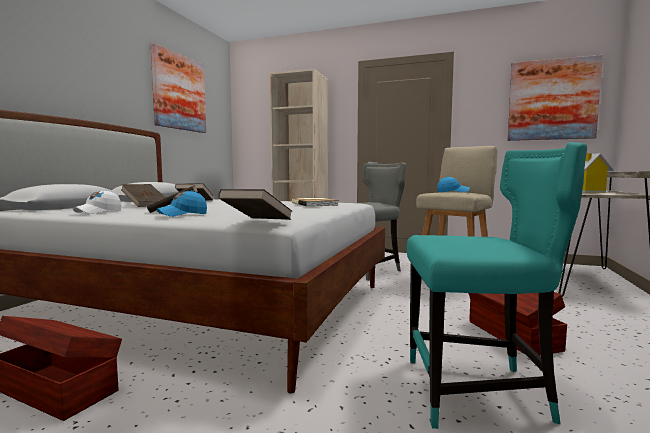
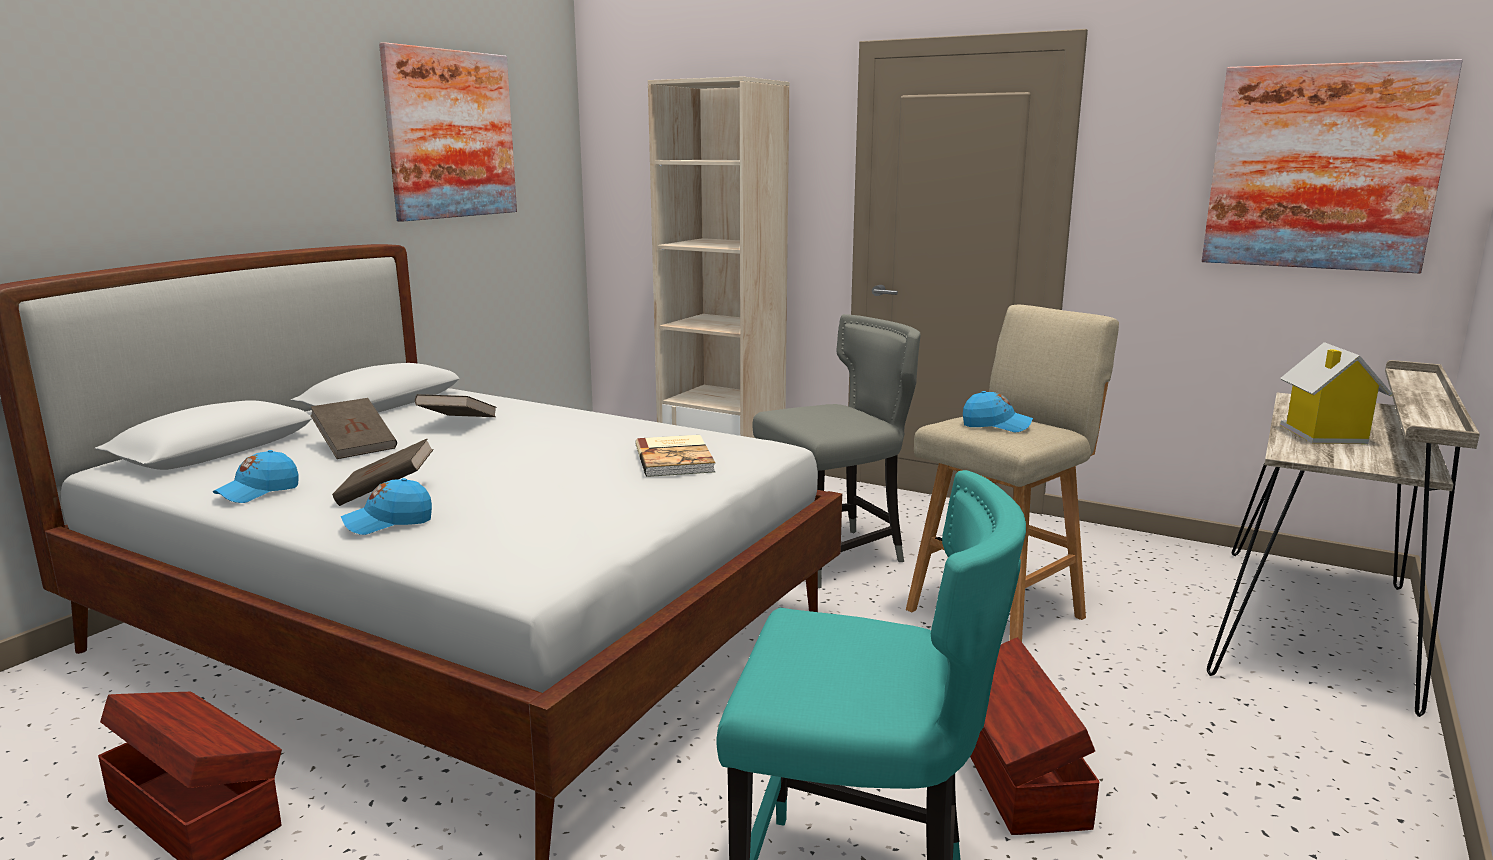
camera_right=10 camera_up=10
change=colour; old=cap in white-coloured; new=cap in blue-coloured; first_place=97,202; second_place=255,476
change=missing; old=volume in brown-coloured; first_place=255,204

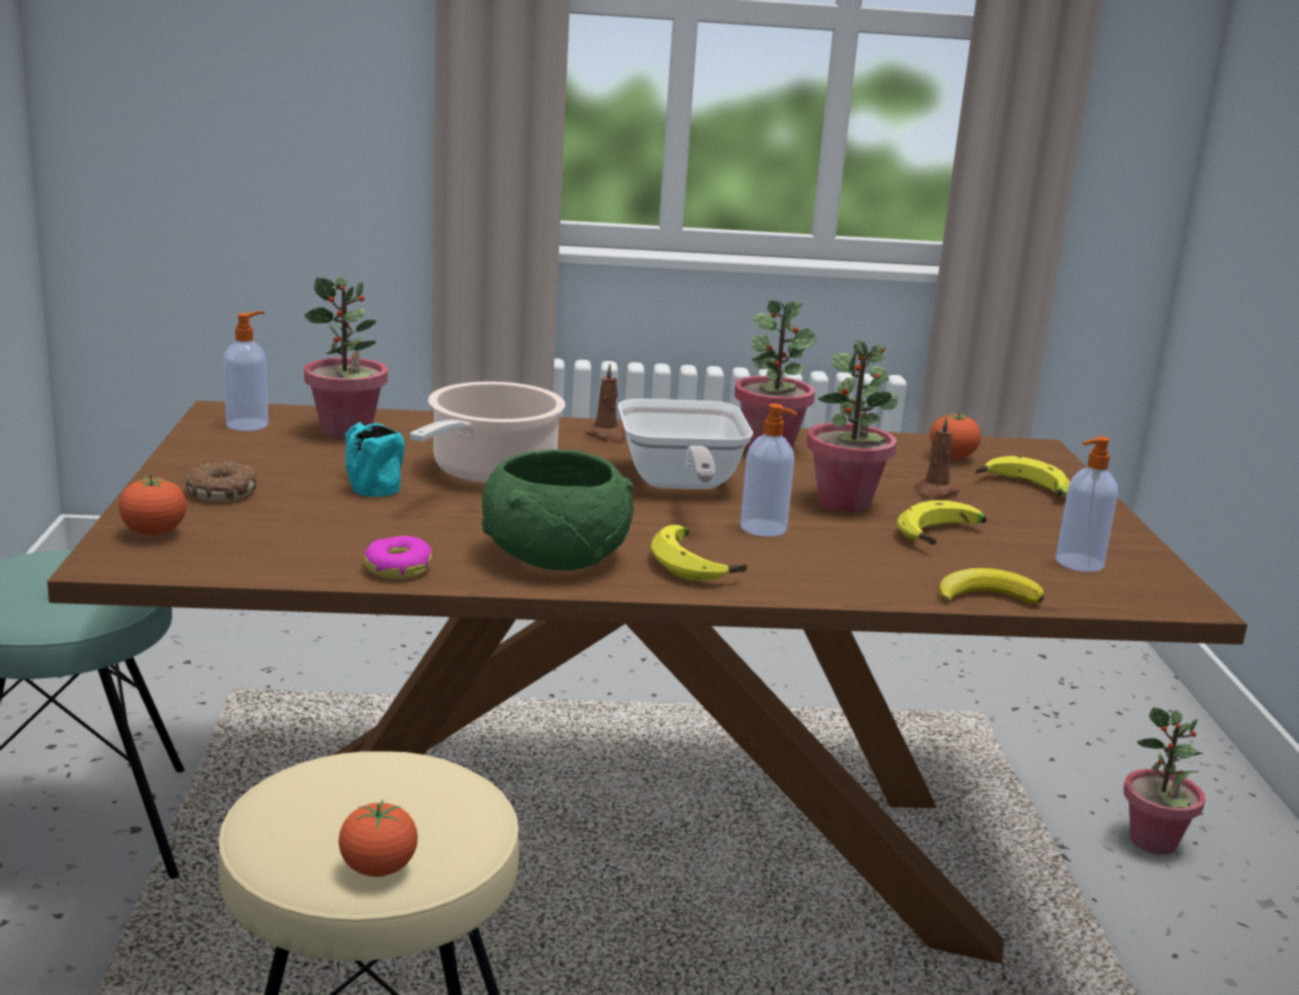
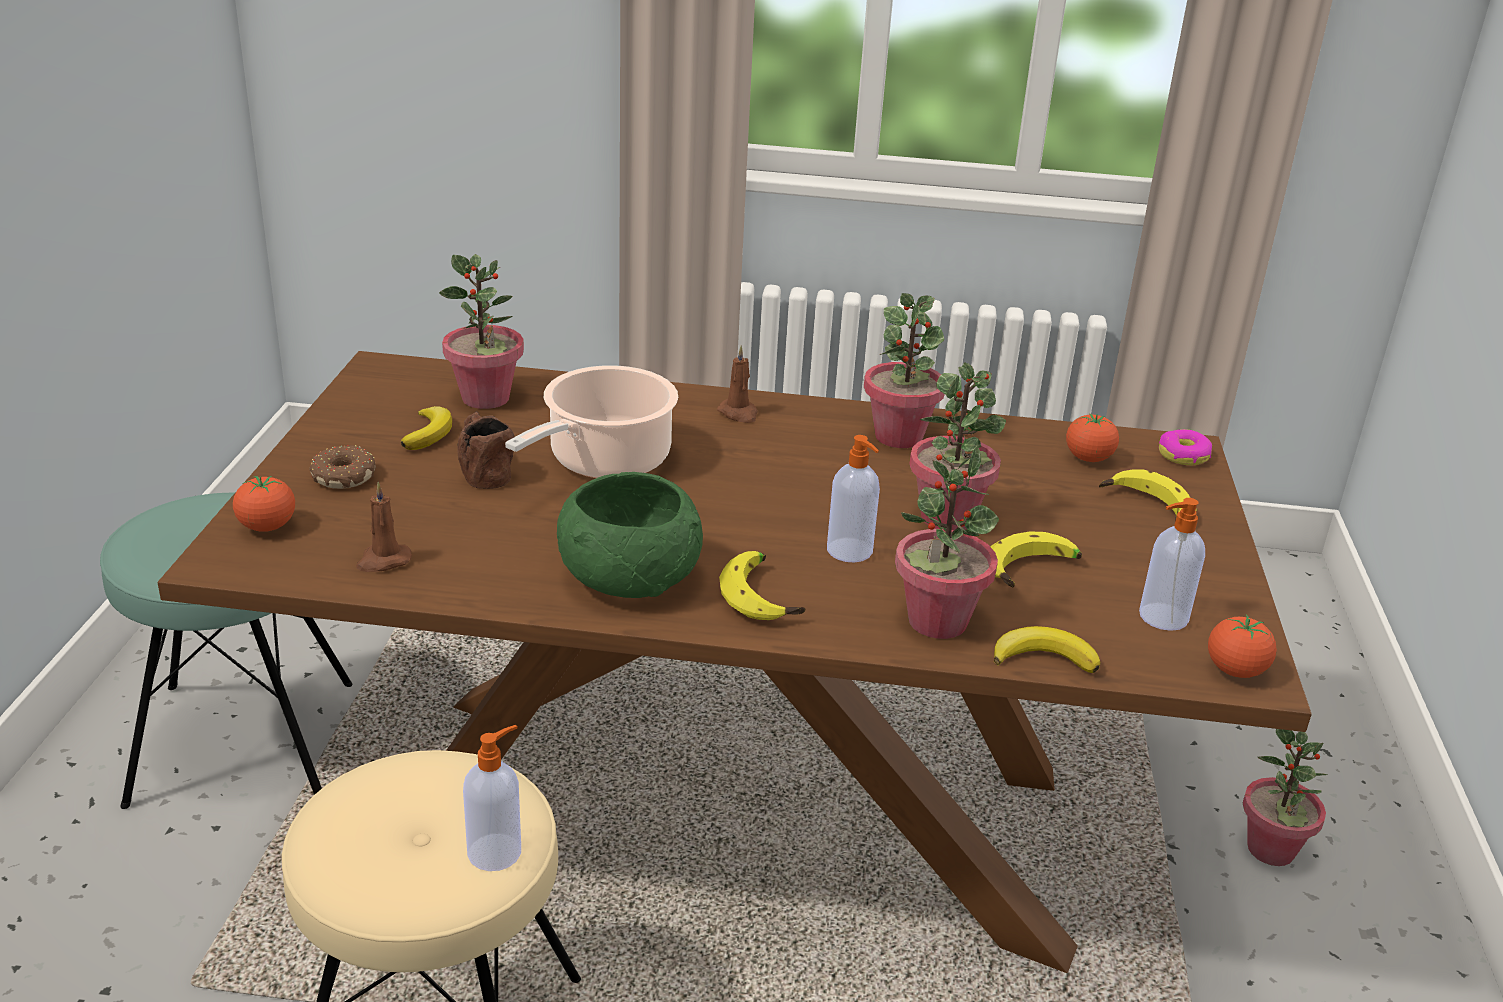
camera_right=10 camera_up=10
change=relocated; old=liquid soap bottle; first_place=246,371; second_place=492,798
change=relocated; old=whole tomato; first_place=378,838; second_place=1242,646
change=colour; old=mug in turquoise; new=mug in brown-coloured; first_place=375,459; second_place=486,450
change=relocated; old=donut; first_place=398,557; second_place=1185,447
change=missing; old=skillet; first_place=685,444
change=relocated; old=wax candle in brown-coloured; first_place=936,457; second_place=384,527
change=appeared; new=banana fruit; second_place=426,428
change=appeared; new=houseplant; second_place=947,542

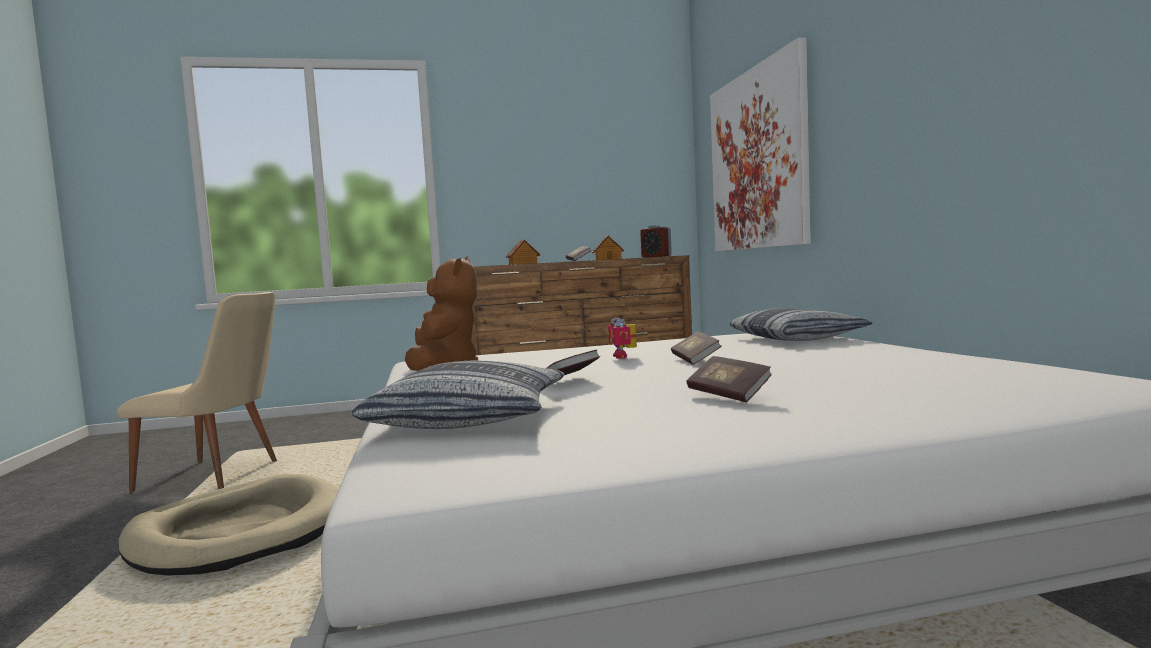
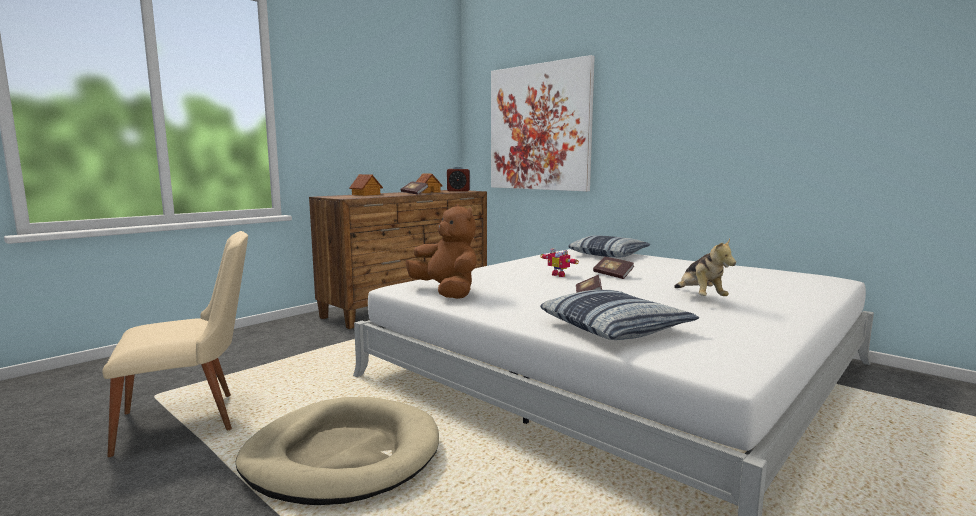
camera_right=-35 camera_up=5
change=exchanged; old=volume; new=cuddly toy; first_place=729,379; second_place=705,267

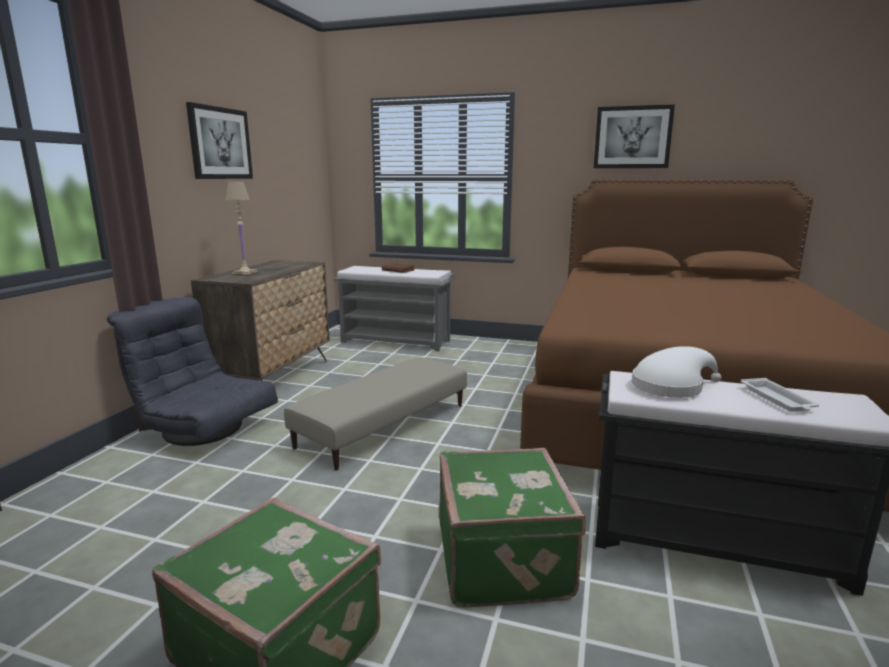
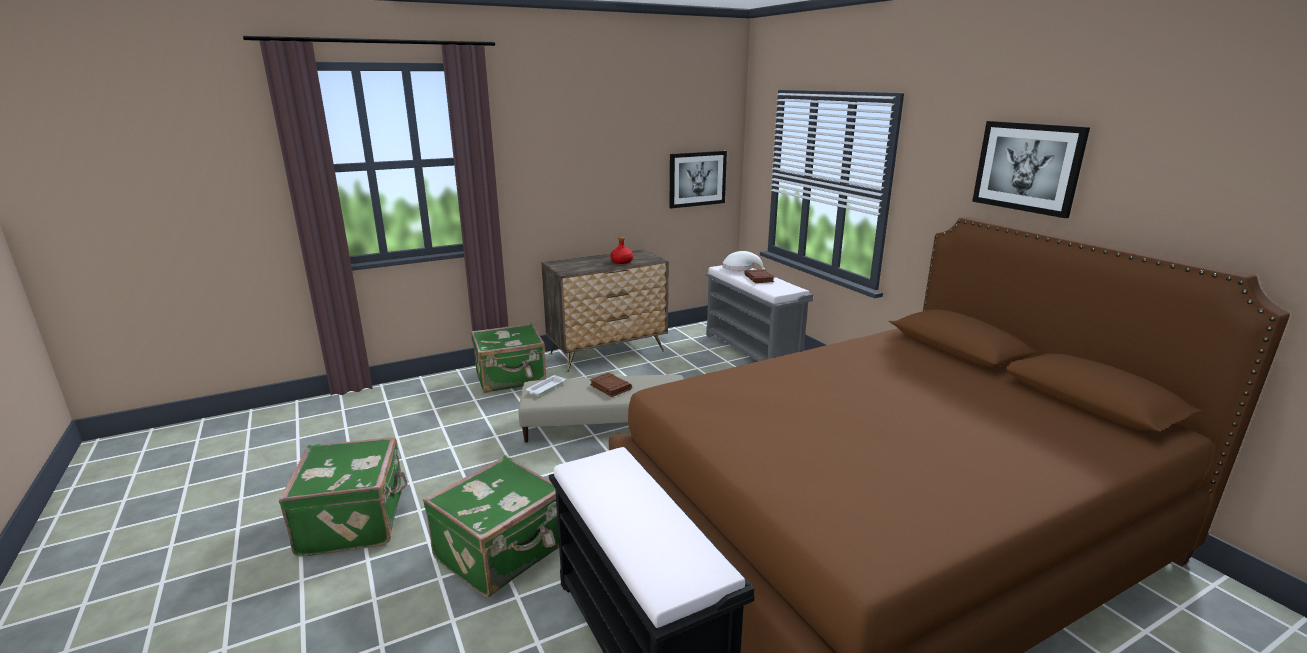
camera_right=45 camera_up=5
change=exchanged; old=armchair in grey; new=piece of luggage in green-coloured; first_place=192,371; second_place=508,358
change=relocated; old=wall art; first_place=219,140; second_place=698,179
change=missing; old=table lamp in beige; first_place=241,229
change=relocated; old=hat in white-coloured; first_place=677,371; second_place=744,261
change=relocated; old=carrying tray in white-coloured; first_place=780,395; second_place=546,385
change=appeared; new=volume in brown-coloured; second_place=611,385
change=appeared; new=drink bottle in red-coloured; second_place=621,250

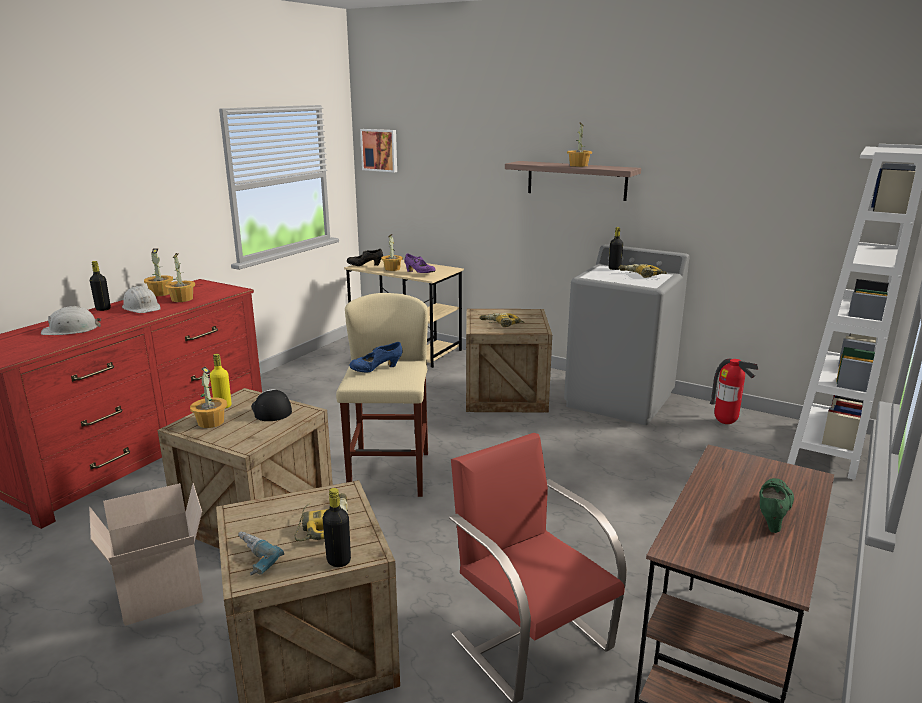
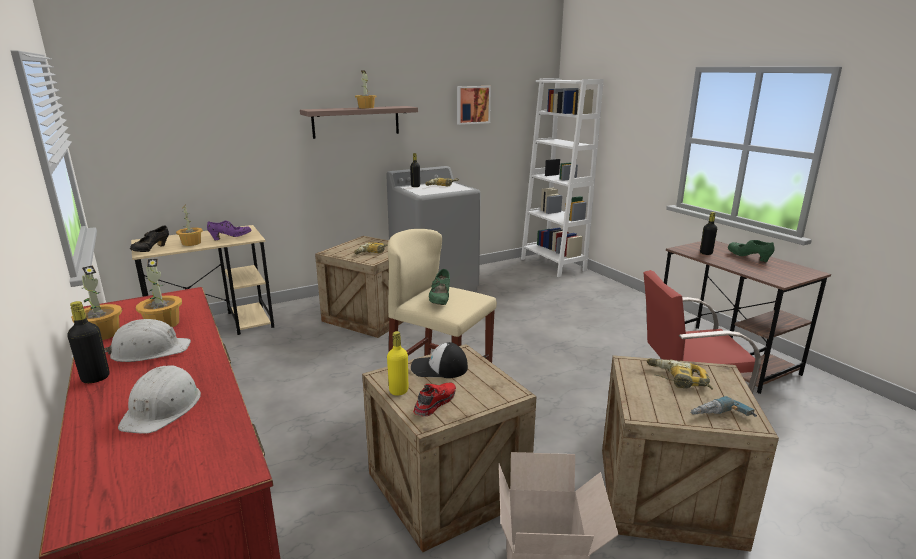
camera_right=-60 camera_up=0
change=exchanged; old=houseplant; new=low shoe in red-coloured; first_place=208,397; second_place=434,400
change=relocated; old=drink bottle in black-coloured; first_place=337,527; second_place=708,233
change=colour; old=low shoe in blue-coloured; new=low shoe in green-coloured; first_place=375,357; second_place=439,287
change=relocated; old=wall art; first_place=378,150; second_place=474,105
change=missing; old=fire-fighting cylinder; first_place=734,391

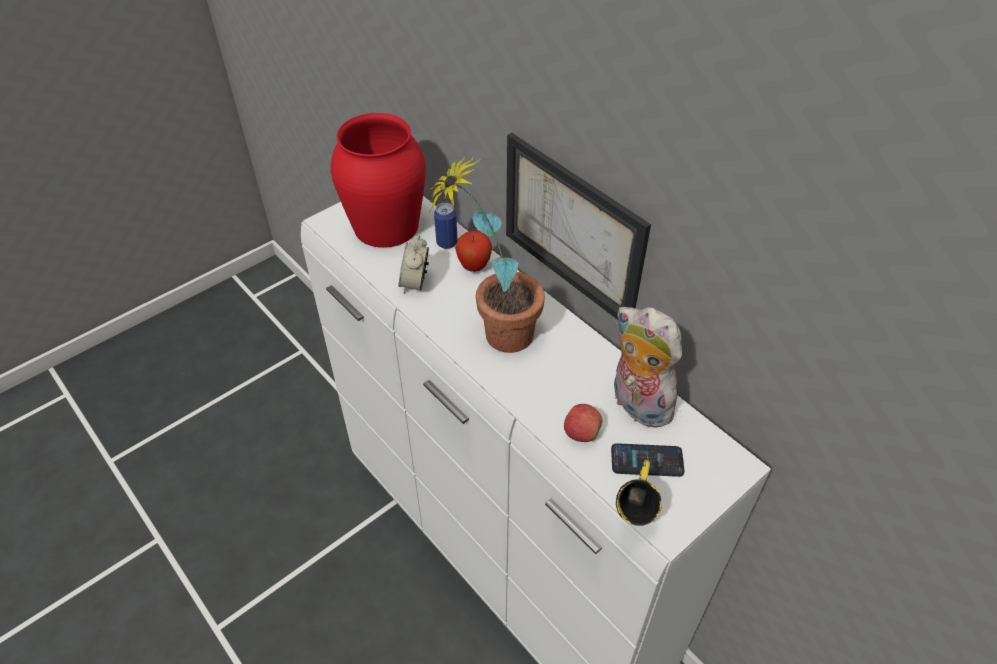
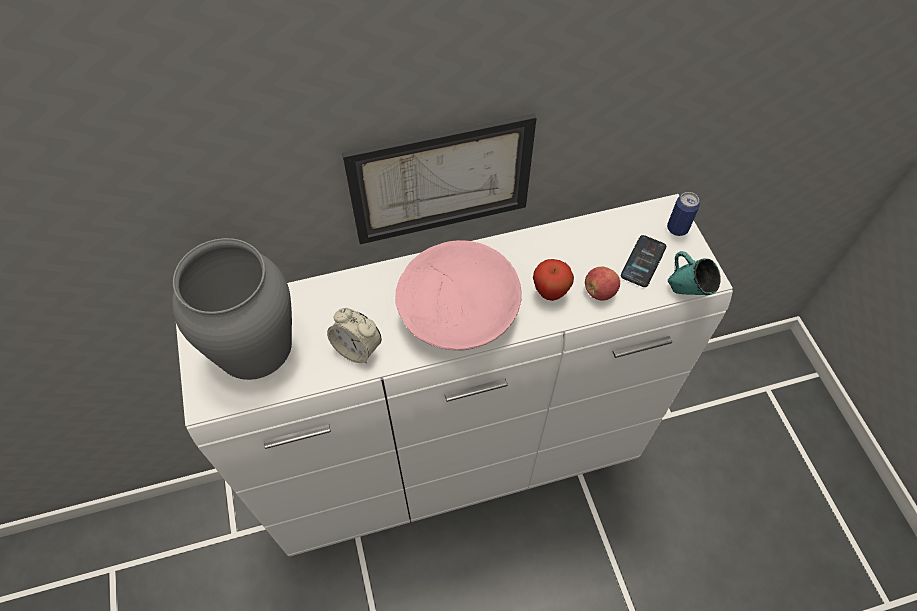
camera_right=-65 camera_up=10
change=colour; old=vase in red-coloured; new=vase in grey; first_place=378,180; second_place=232,309
change=exchanged; old=houseplant; new=deep dish in pink-coloured; first_place=487,255; second_place=458,295
change=relocated; old=sealed can; first_place=446,226; second_place=683,214
change=relocated; old=whole apple; first_place=473,251; second_place=553,280
change=missing; old=cuddly toy; first_place=648,367
change=colour; old=mug in yellowish; new=mug in turquoise; first_place=639,493; second_place=694,273

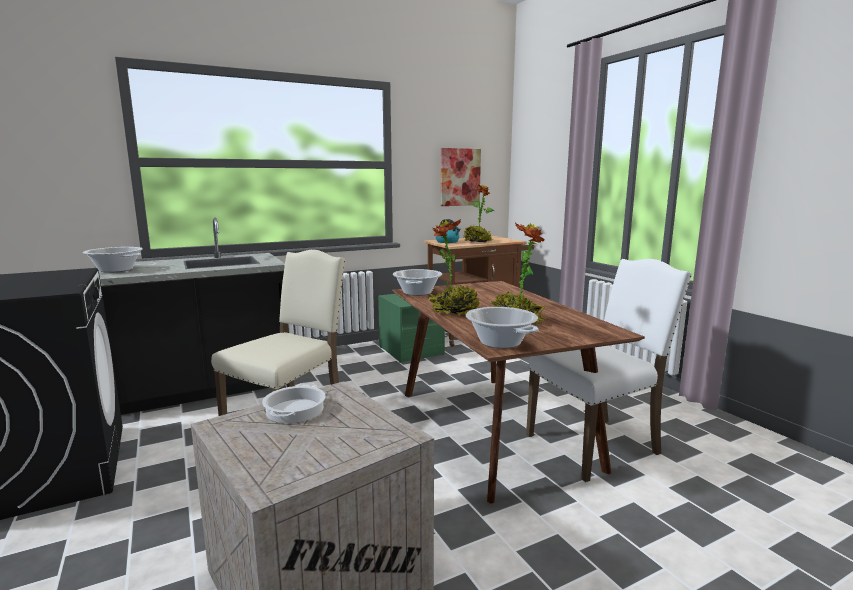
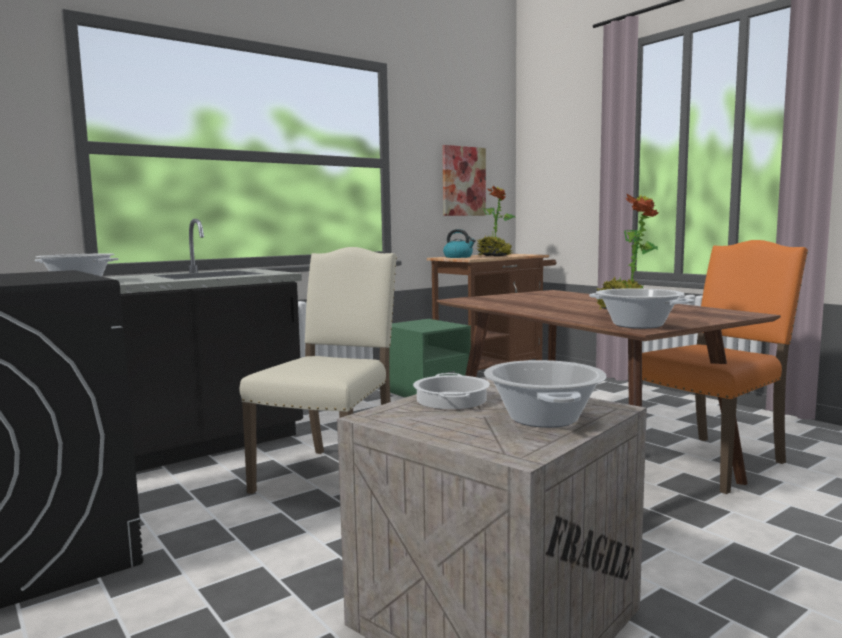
camera_right=-10 camera_up=-5
change=relocated; old=stockpot; first_place=417,282; second_place=545,394
change=missing; old=houseplant; first_place=454,267
change=colour; old=plain chair in white-coloured; new=plain chair in orange; first_place=609,370; second_place=725,367

